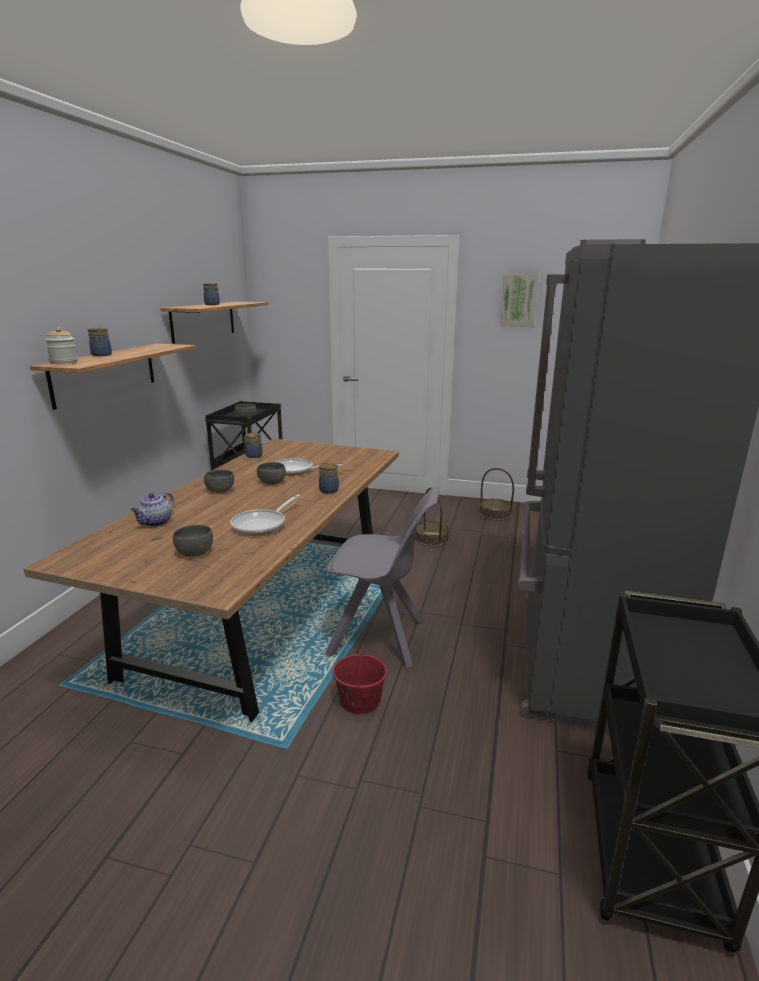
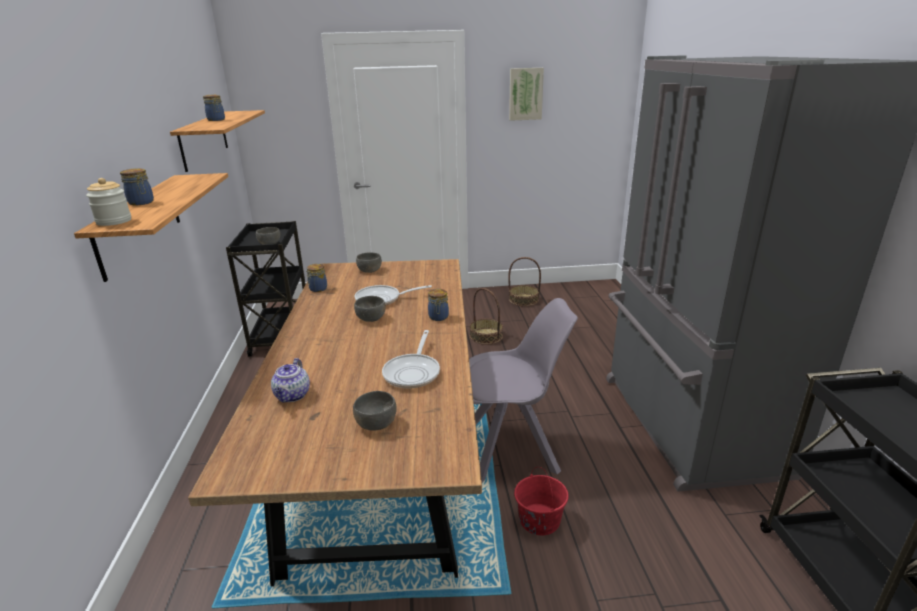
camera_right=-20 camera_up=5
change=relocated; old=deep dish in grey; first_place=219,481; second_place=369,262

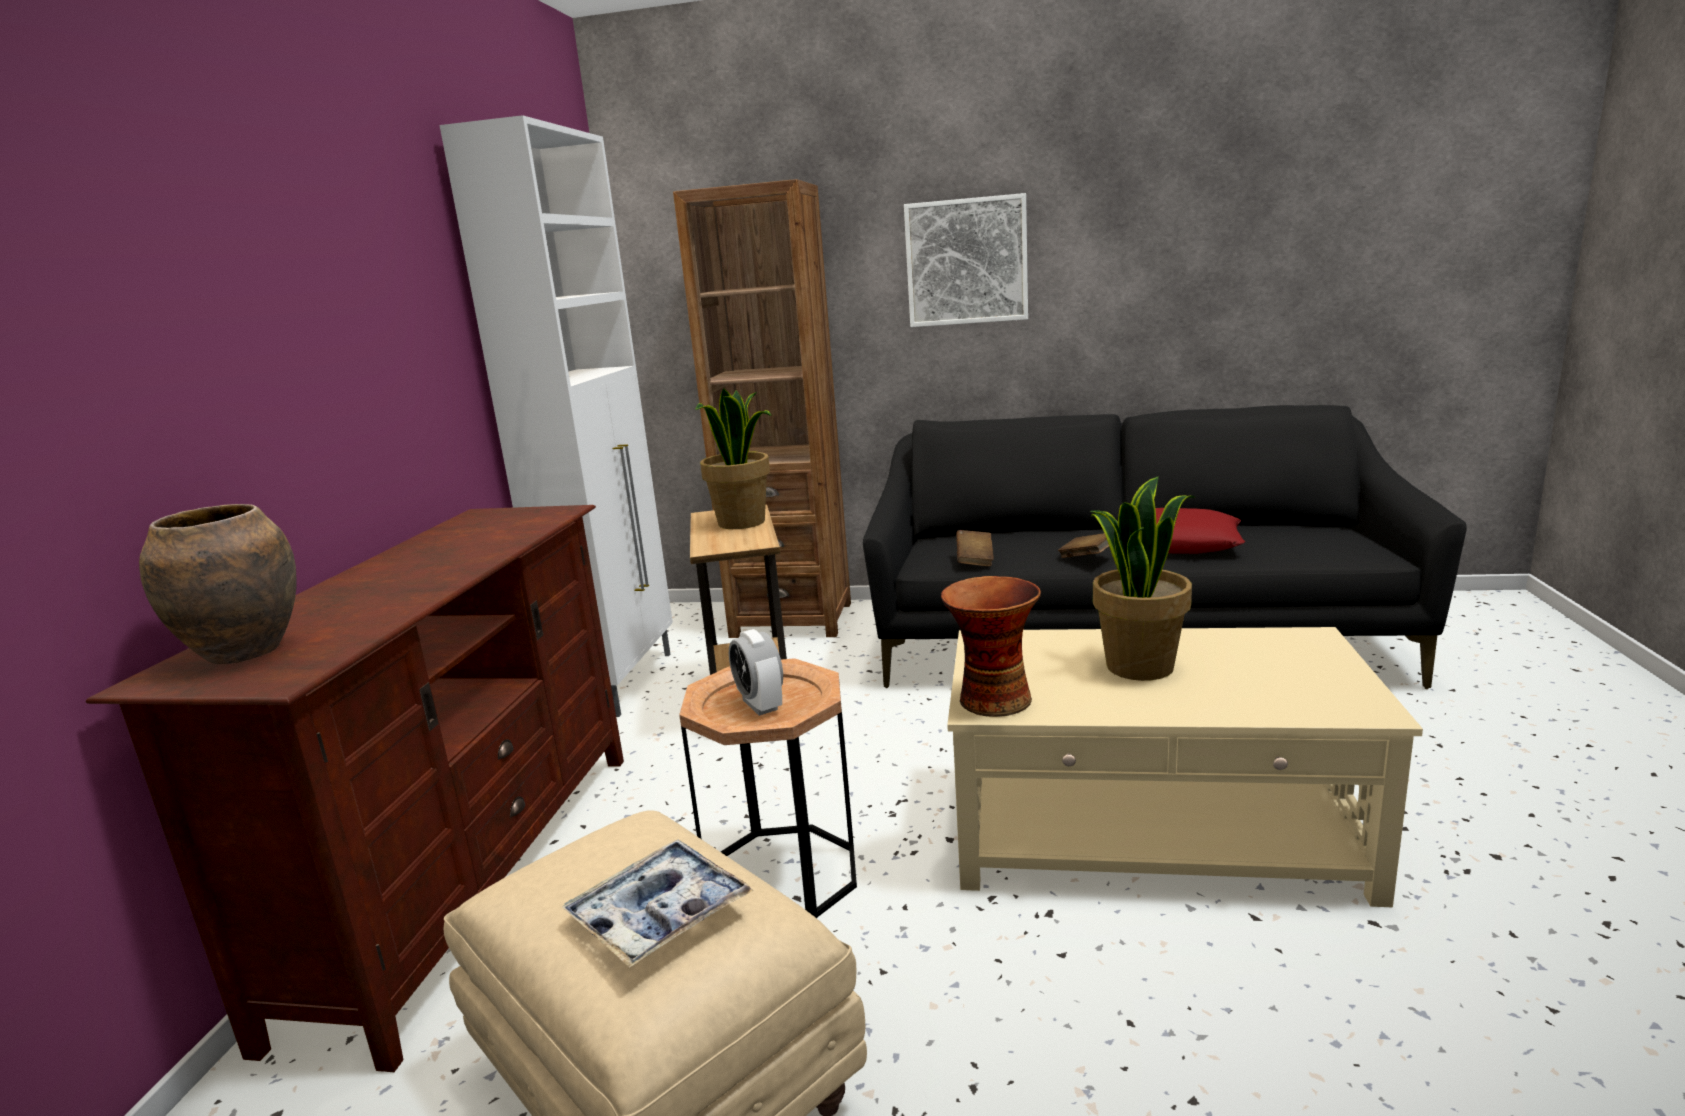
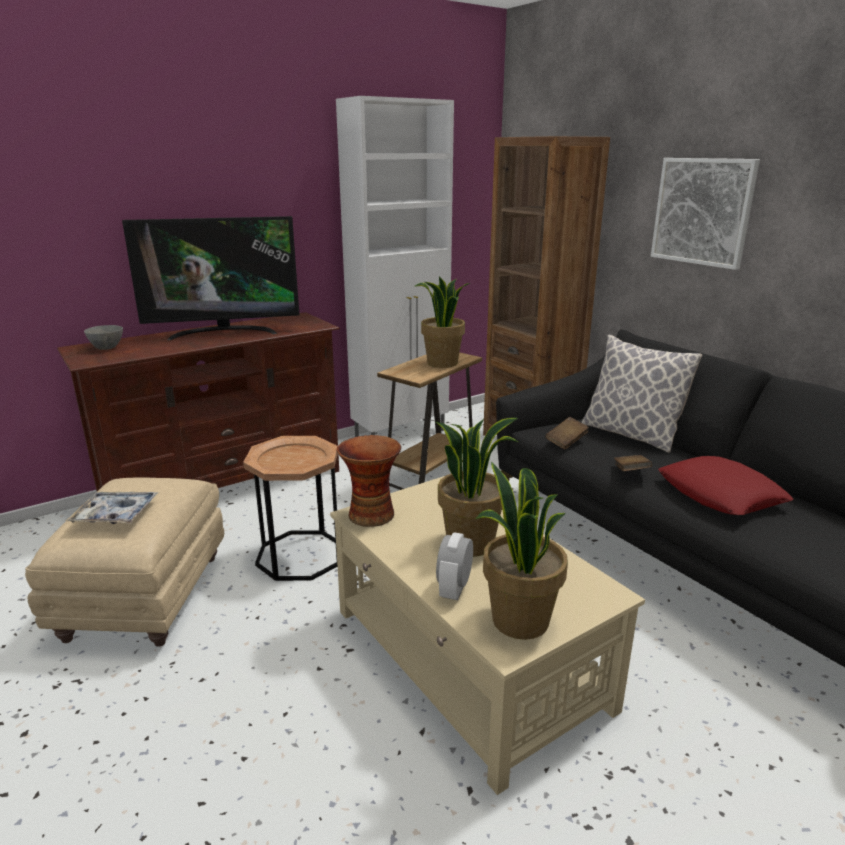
camera_right=45 camera_up=5
change=exchanged; old=vase in brown-coloured; new=deep dish in grey; first_place=218,584; second_place=103,337
change=relocated; old=alarm clock; first_place=756,672; second_place=454,566
change=appeared; new=television; second_place=210,278
change=appeared; new=houseplant; second_place=522,551
change=appeared; new=cushion; second_place=641,394

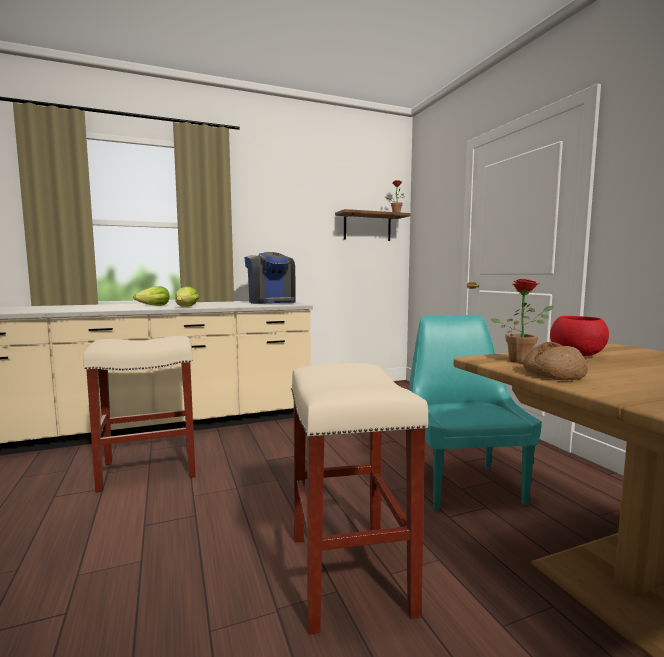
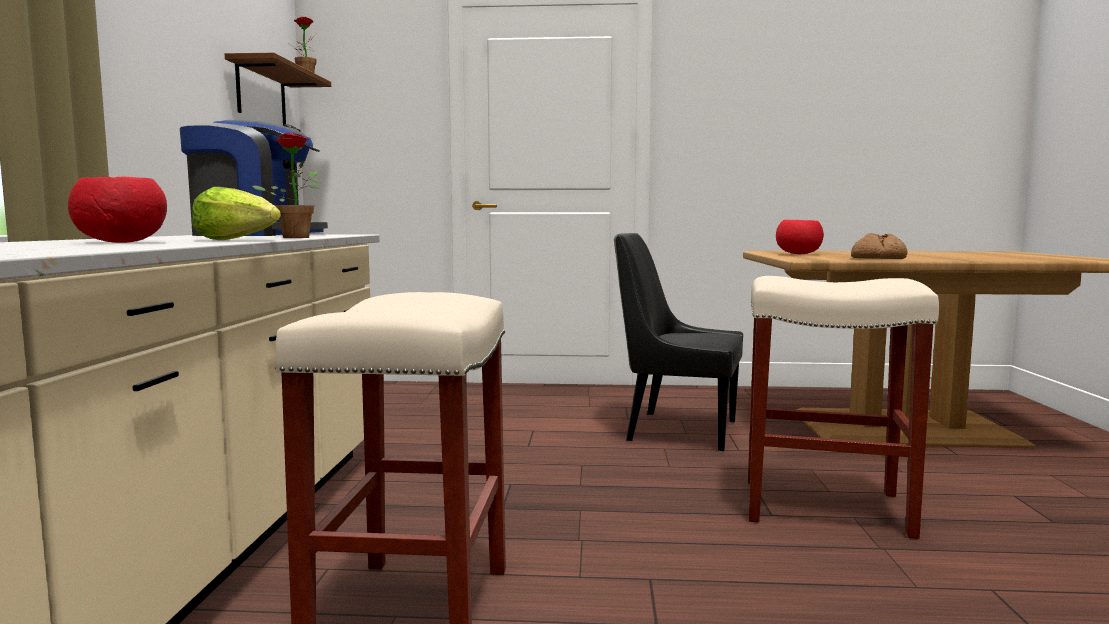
camera_right=-65 camera_up=0
change=exchanged; old=lettuce; new=deep dish in red-coloured; first_place=152,296; second_place=117,210
change=colour; old=plain chair in turquoise; new=plain chair in black-coloured; first_place=475,412; second_place=678,342
change=relocated; old=houseplant; first_place=522,321; second_place=287,185

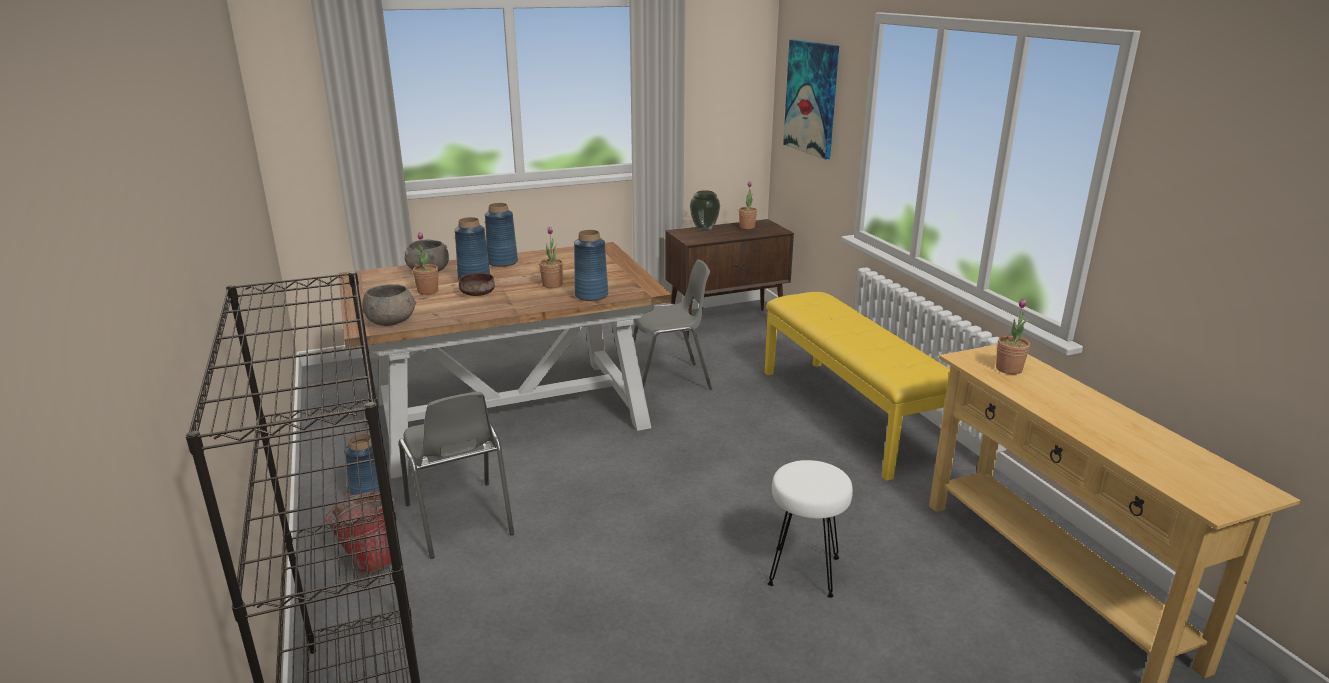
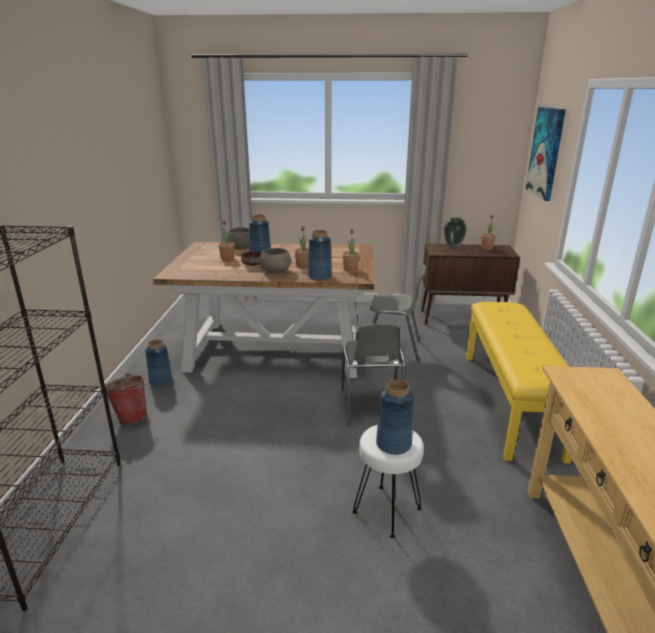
camera_right=25 camera_up=0
change=relocated; old=deep dish in grey; first_place=389,305; second_place=275,260
change=relocated; old=plain chair in grey; first_place=456,475; second_place=373,374
change=relocated; old=vase in blue-coloured; first_place=501,235; second_place=395,417
change=relocated; old=houseplant; first_place=1013,336; second_place=351,250

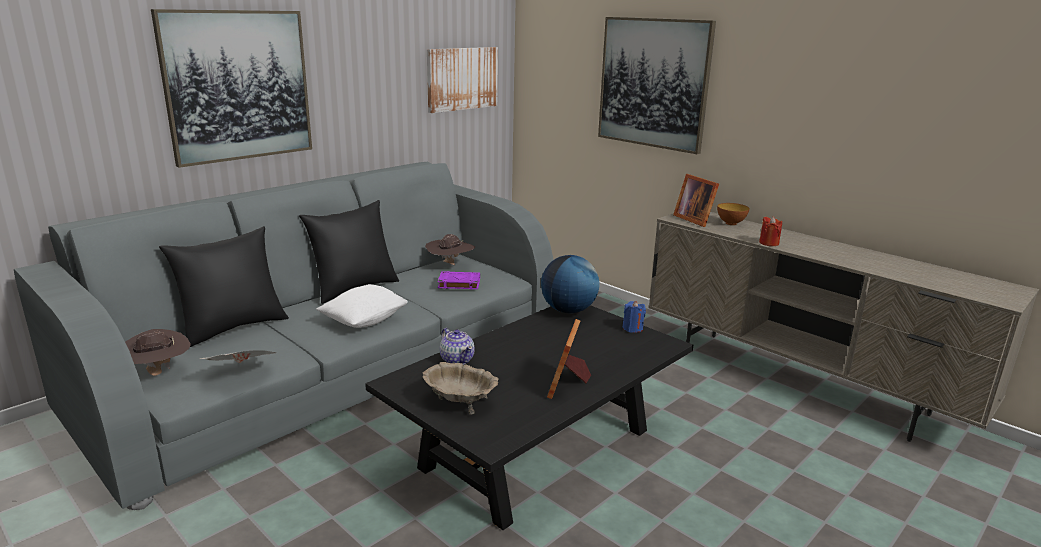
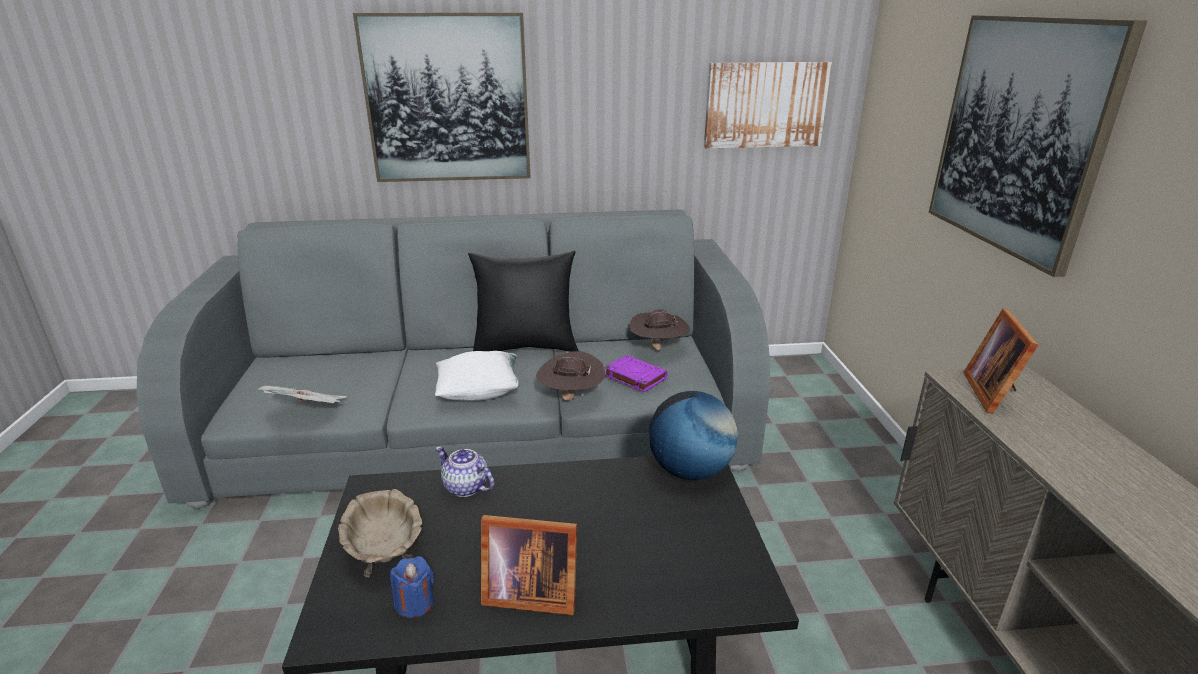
camera_right=40 camera_up=5
change=relocated; old=hat in brown-coloured; first_place=158,352; second_place=570,375
change=missing; old=cushion in black-coloured; first_place=224,286
change=spun; old=teapot; first_place=457,346; second_place=464,471; degrees=120
change=spun; old=picture frame; first_place=569,359; second_place=529,565; degrees=-135
change=relocated; old=wax candle in blue-coloured; first_place=634,317; second_place=412,587
change=missing; old=deep dish; first_place=733,214
change=missing; old=wax candle in red-coloured; first_place=771,231

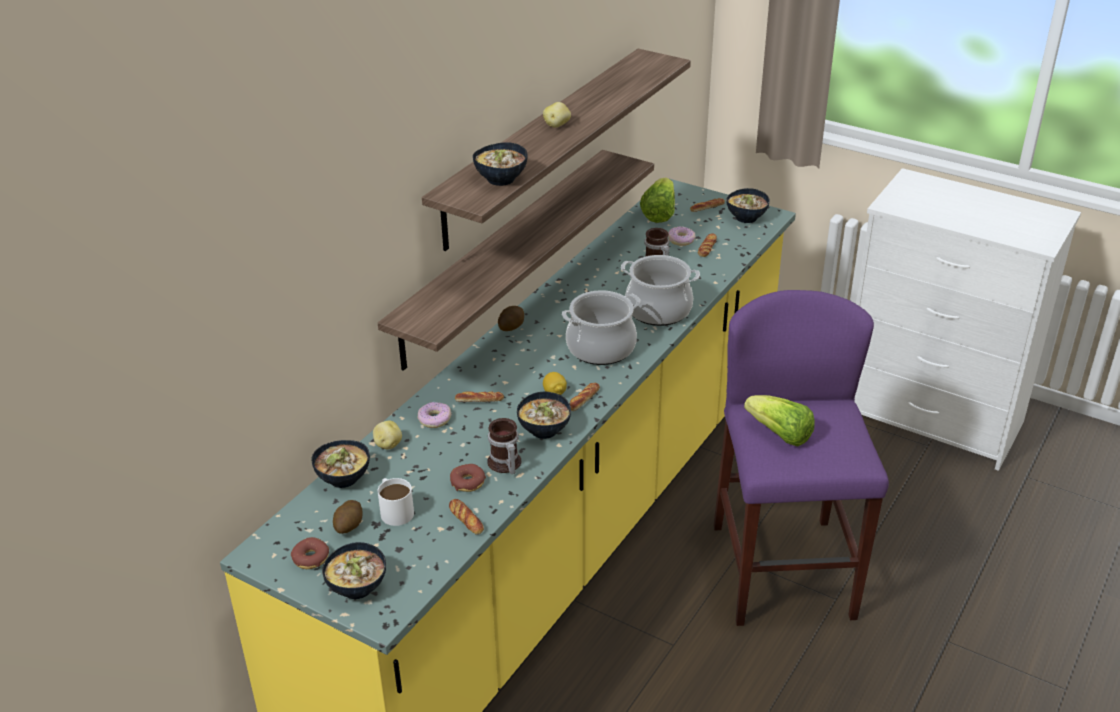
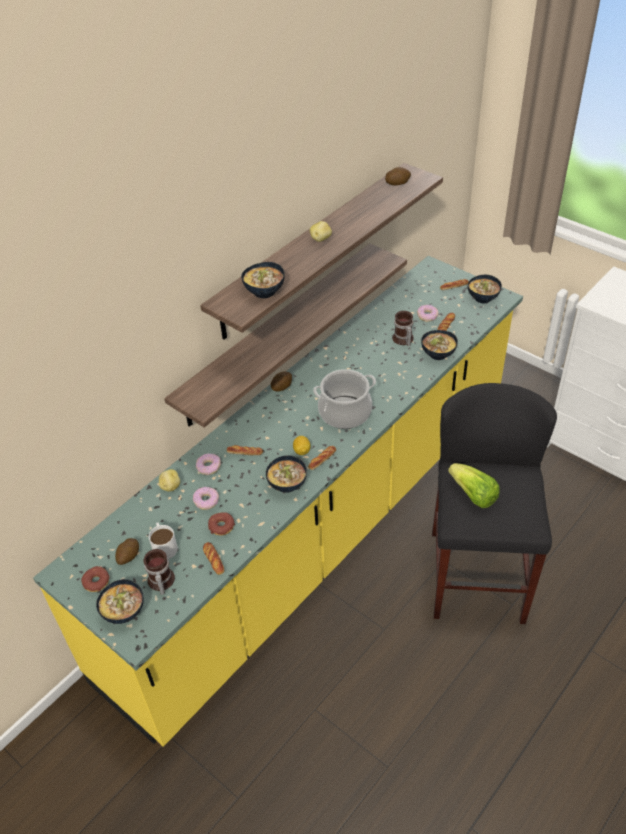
camera_right=10 camera_up=10
change=relocated; old=deep dish; first_place=340,464; second_place=439,345
change=relocated; old=mug; first_place=504,446; second_place=159,572
change=missing; old=stockpot; first_place=660,290
change=missing; old=lettuce; first_place=657,200
change=colour; old=sitting stool in purple; new=sitting stool in black-coloured; first_place=801,458; second_place=494,503
change=appeared; new=donut; second_place=206,498
change=appeared; new=potato; second_place=398,176

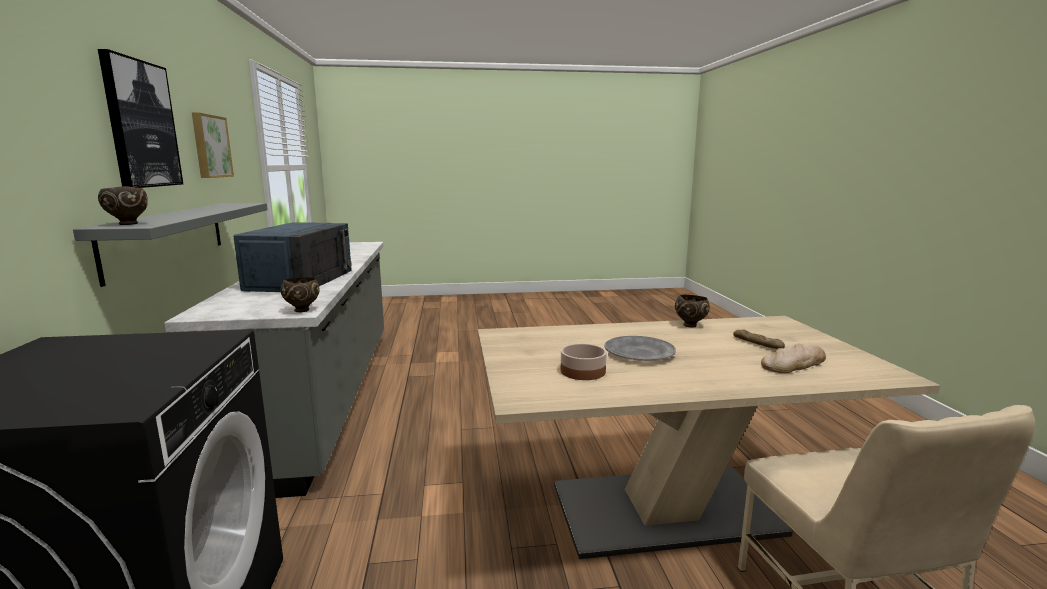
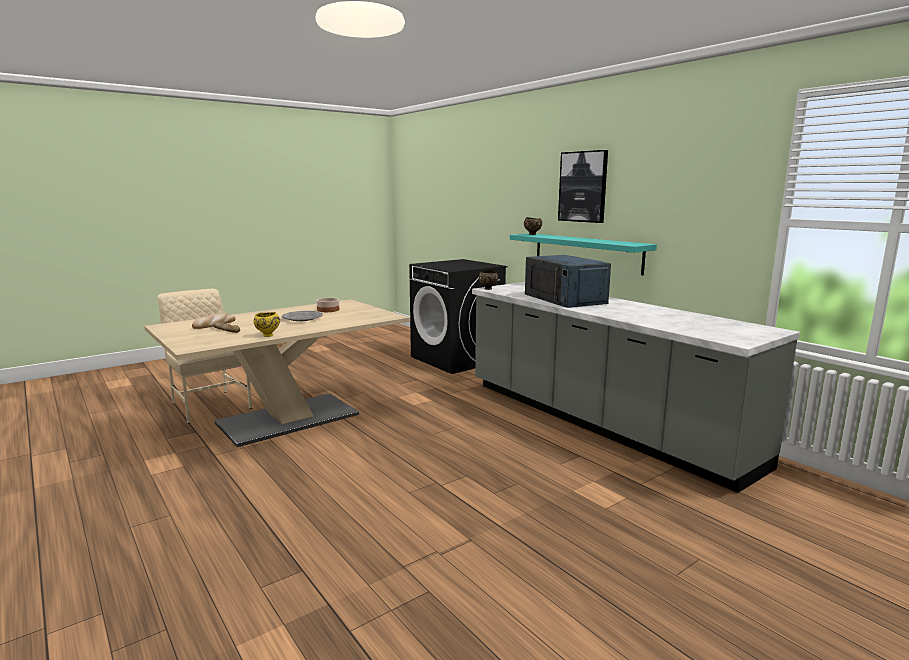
camera_right=150 camera_up=0
change=colour; old=wall shelf in grey; new=wall shelf in turquoise; first_place=170,245; second_place=583,254
change=missing; old=wall art; first_place=213,145
change=colour; old=deep dish in brown-coloured; new=deep dish in yellowish; first_place=692,311; second_place=267,324

